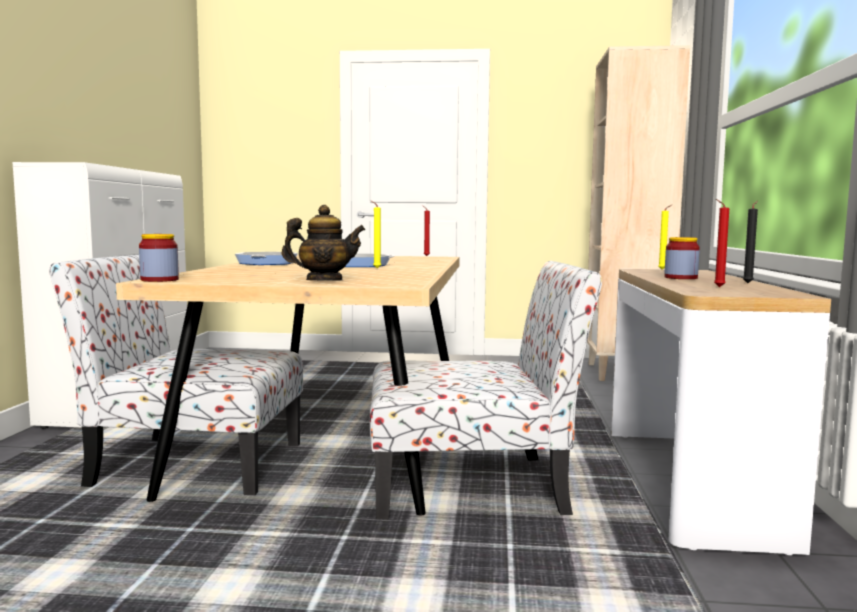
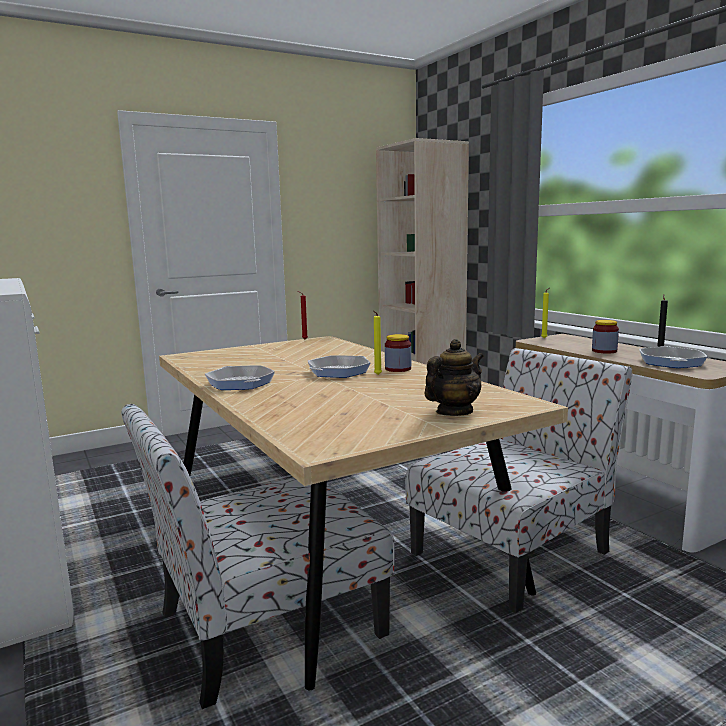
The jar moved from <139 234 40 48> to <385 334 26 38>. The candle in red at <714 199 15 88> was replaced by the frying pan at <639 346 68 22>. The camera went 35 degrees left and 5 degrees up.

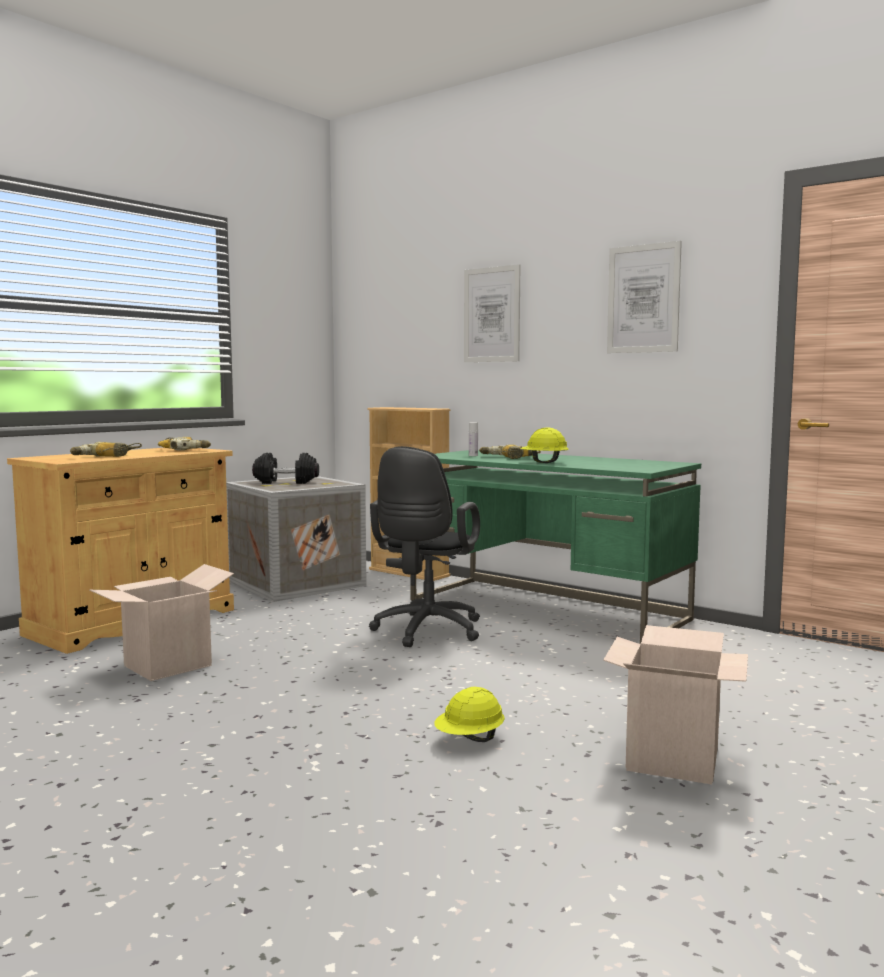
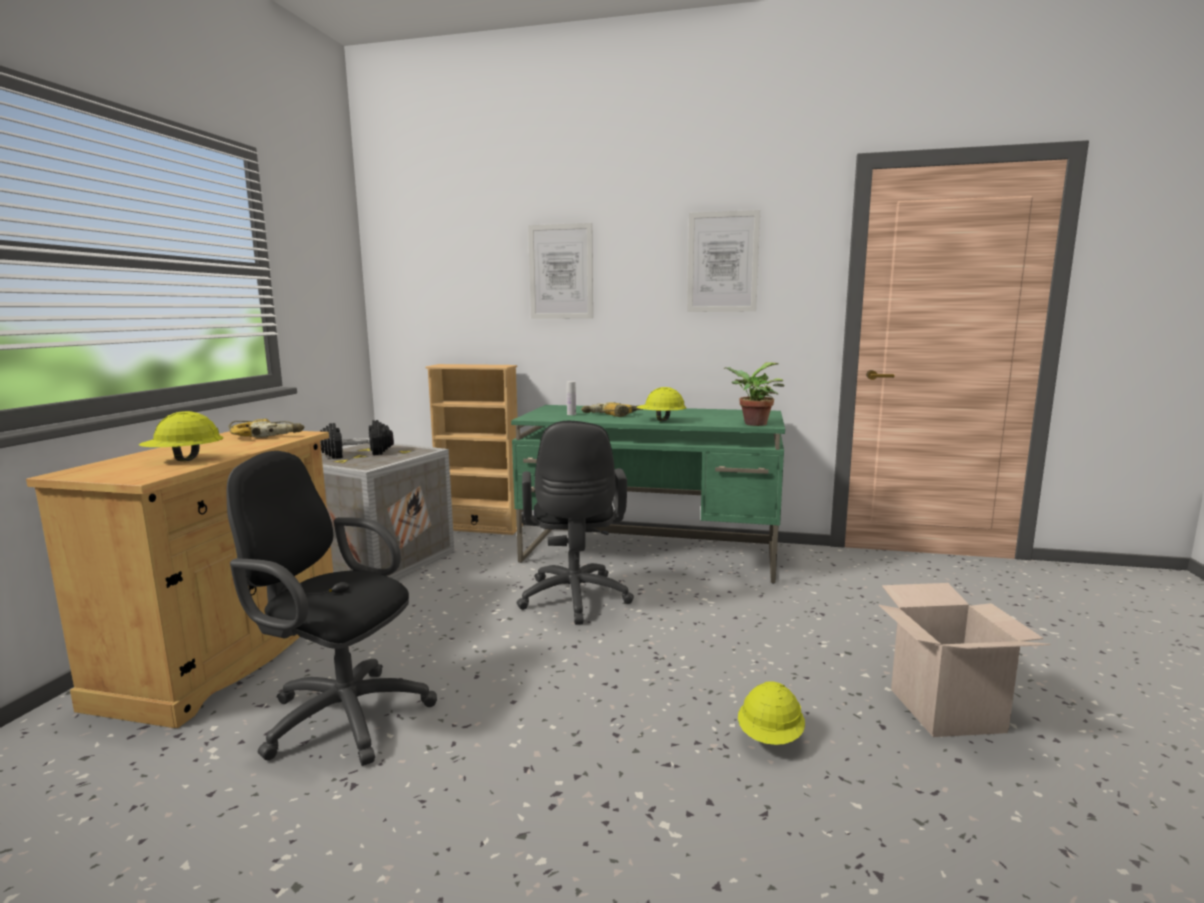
The potted plant at <724 363 61 63> appeared. The power drill at <70 442 72 15> was replaced by the hard hat in yellow at <139 411 84 50>. The cardboard box at <90 564 144 117> was replaced by the office chair in black at <226 451 211 315>. The camera went 25 degrees left and 5 degrees up.

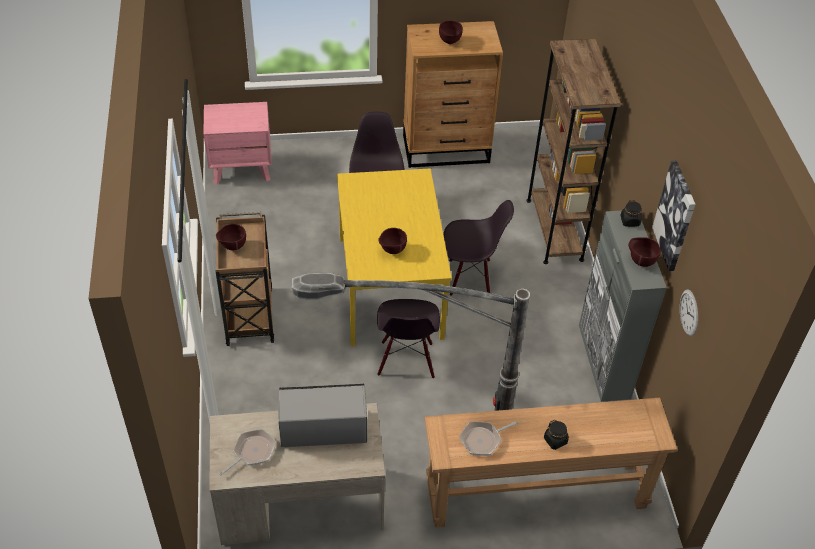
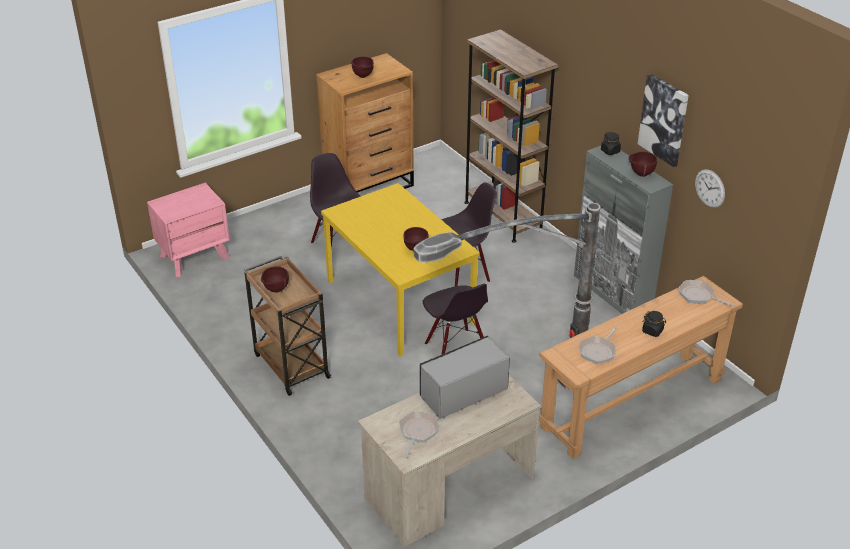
The frying pan at <678 280 55 26> appeared. The camera went 25 degrees left and 10 degrees down.

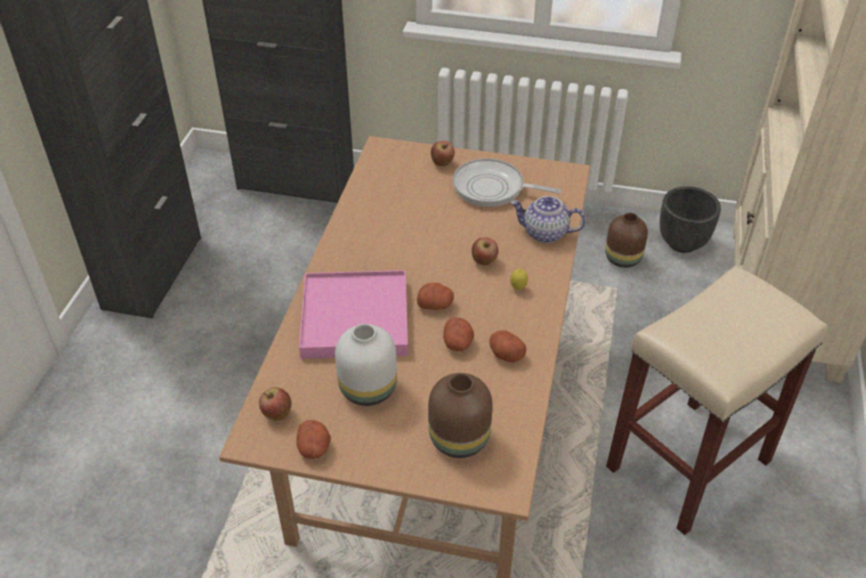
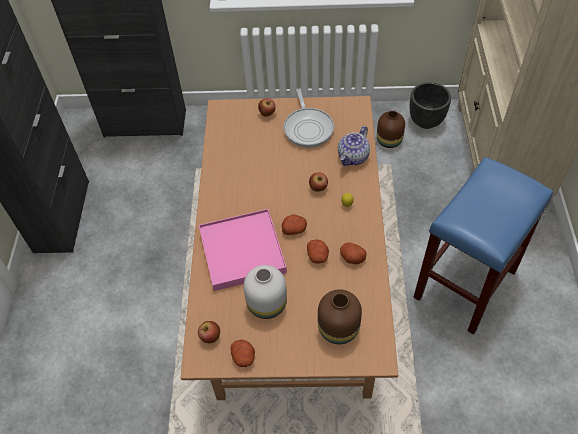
The stool in beige at <606 265 221 270> became the stool in blue at <413 157 140 178>. The frying pan at <453 158 108 49> turned 105 degrees counterclockwise. The teapot at <510 196 76 47> turned 60 degrees counterclockwise. The camera went 10 degrees left and 10 degrees up.

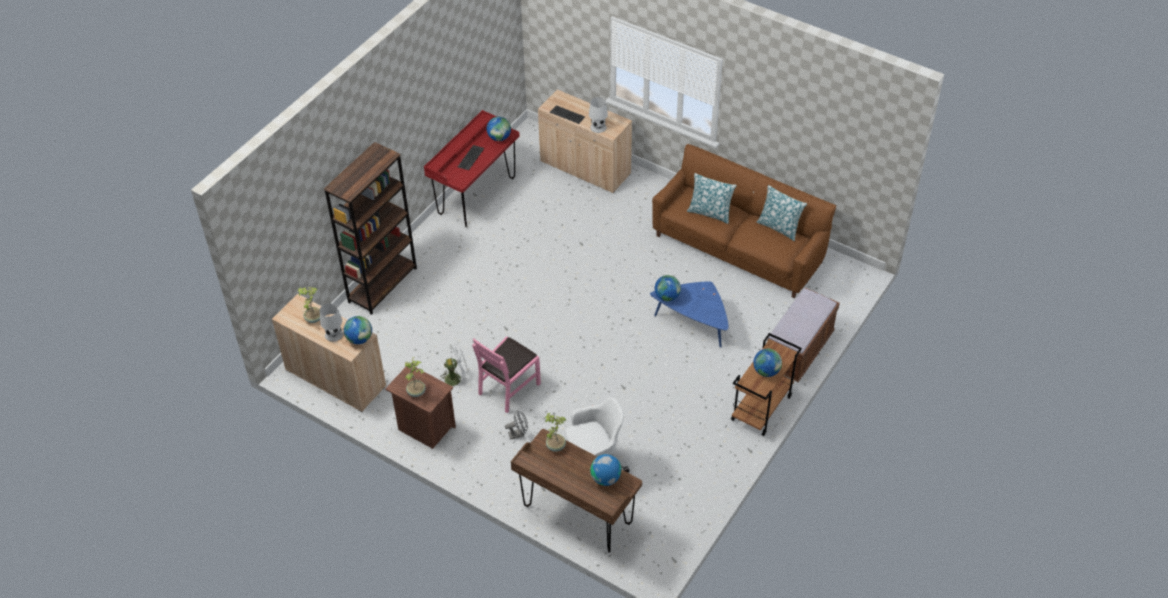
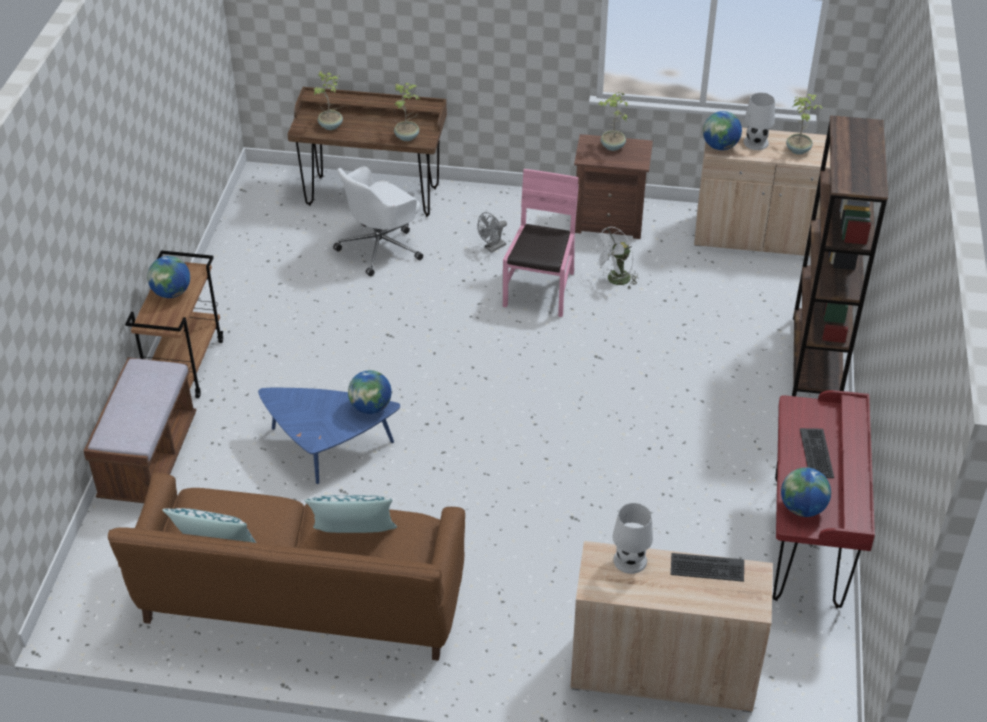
The globe at <590 454 31 32> was replaced by the potted plant at <312 71 31 59>. The camera went 155 degrees right and 5 degrees down.

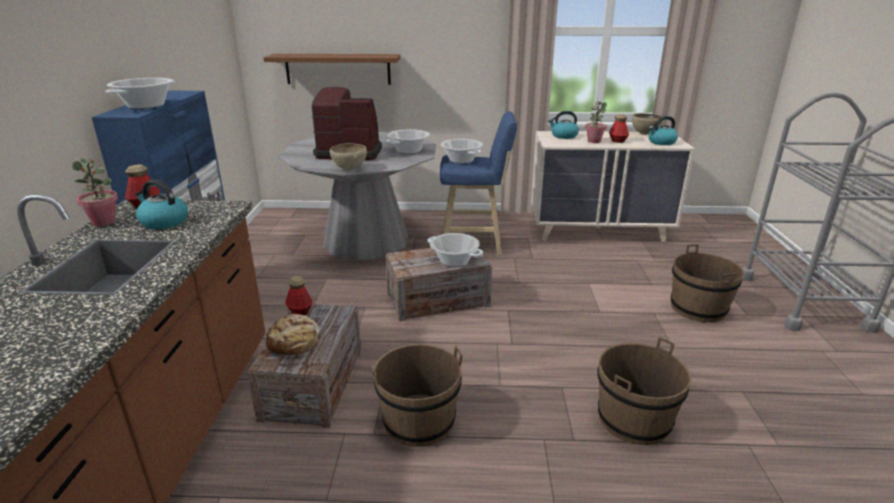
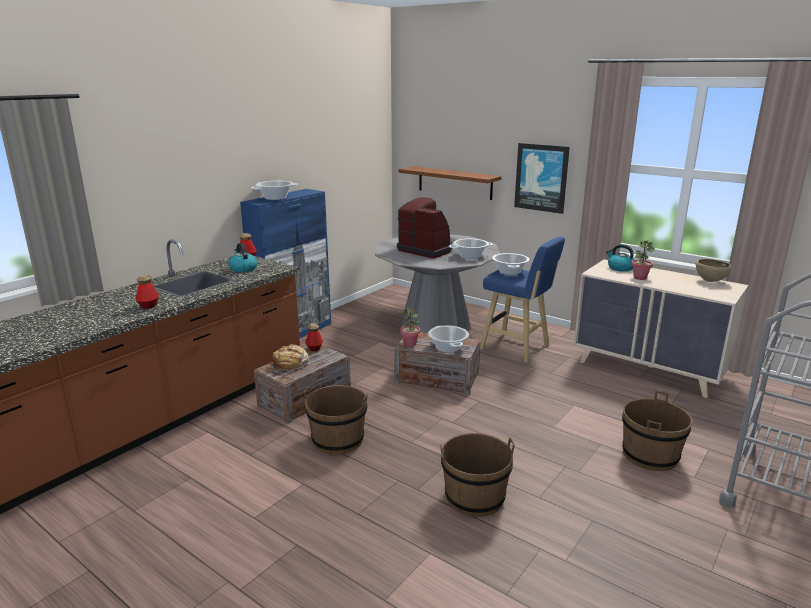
The bowl in brown at <330 143 37 27> disappeared. The kettle at <649 116 29 29> disappeared. The picture at <514 143 56 71> appeared. The potted plant moved from <72 158 46 68> to <400 308 20 39>. The bottle moved from <609 114 20 29> to <136 275 23 34>. The camera went 35 degrees right and 5 degrees down.

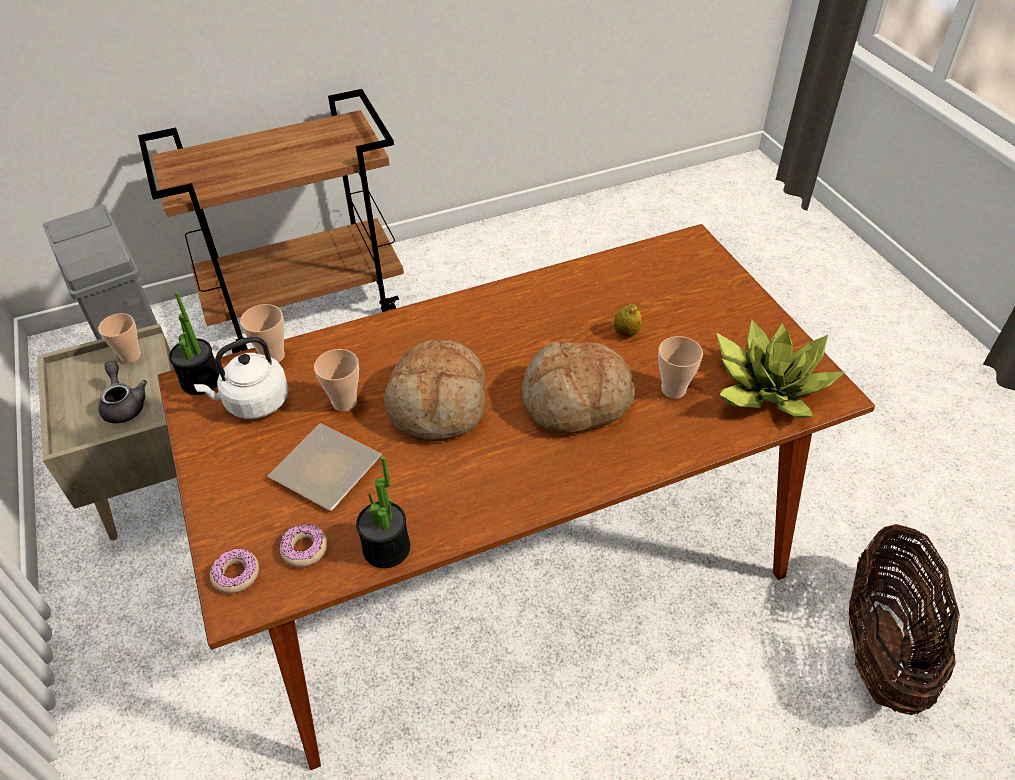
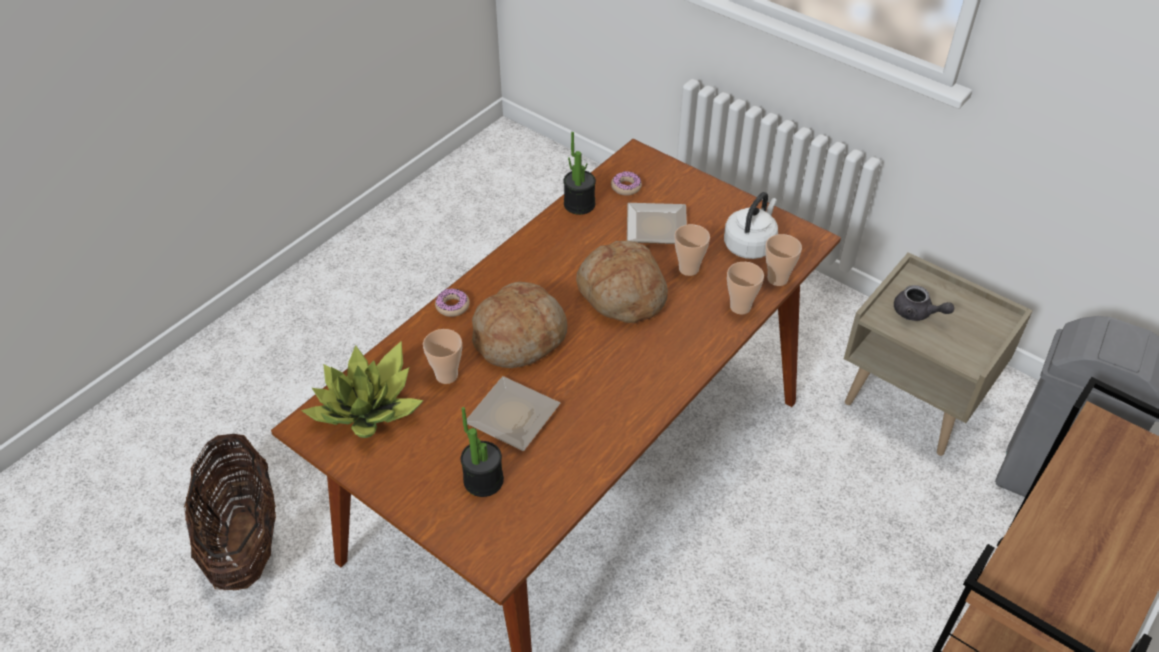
The cup moved from <98 313 43 50> to <727 262 37 52>. The potted plant moved from <169 291 51 104> to <461 407 43 90>. The donut moved from <210 548 49 46> to <435 288 35 29>. The lemon at <614 304 28 33> was replaced by the plate at <467 376 94 75>. The camera went 150 degrees right and 0 degrees up.

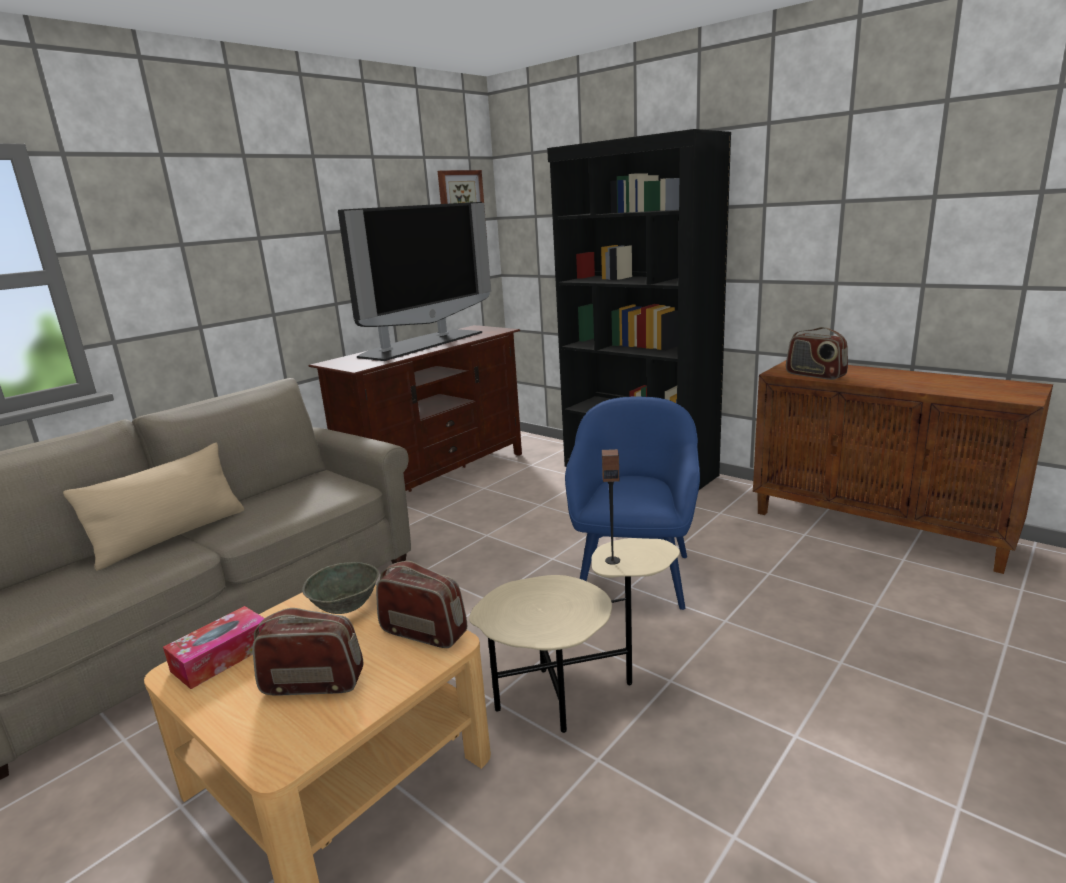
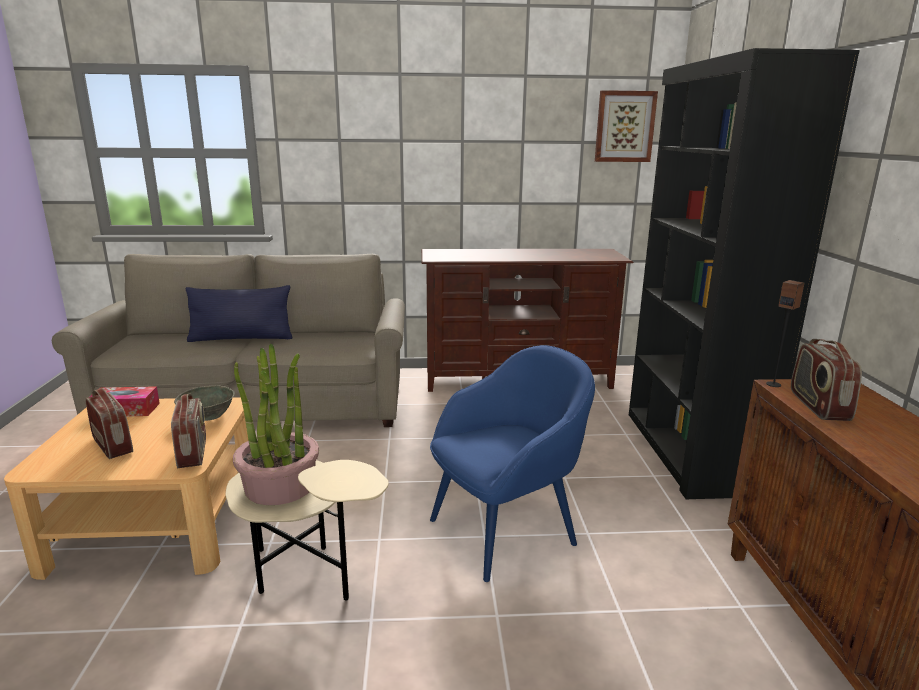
The television at <338 202 153 159> disappeared. The potted plant at <233 344 86 161> appeared. The speaker moved from <602 449 18 116> to <766 280 38 107>. The pillow in beige at <63 443 181 128> became the pillow in blue at <186 285 106 57>. The camera went 45 degrees right and 0 degrees up.

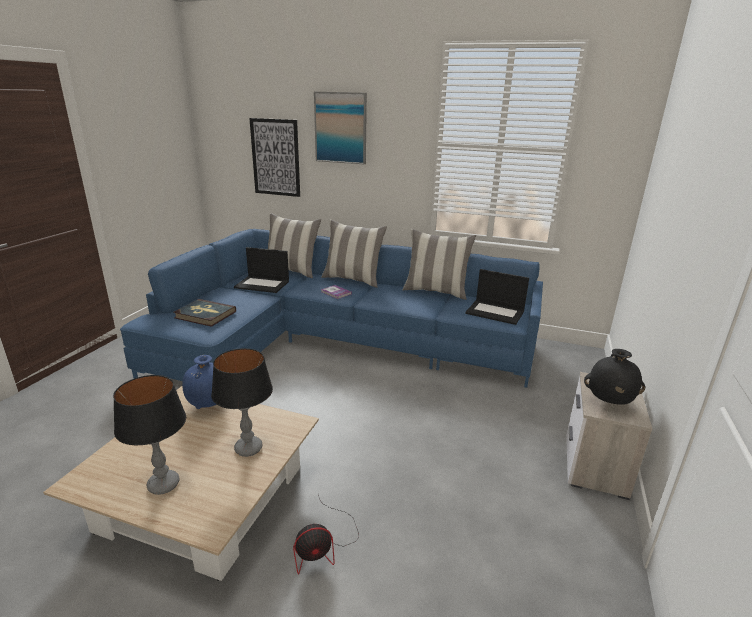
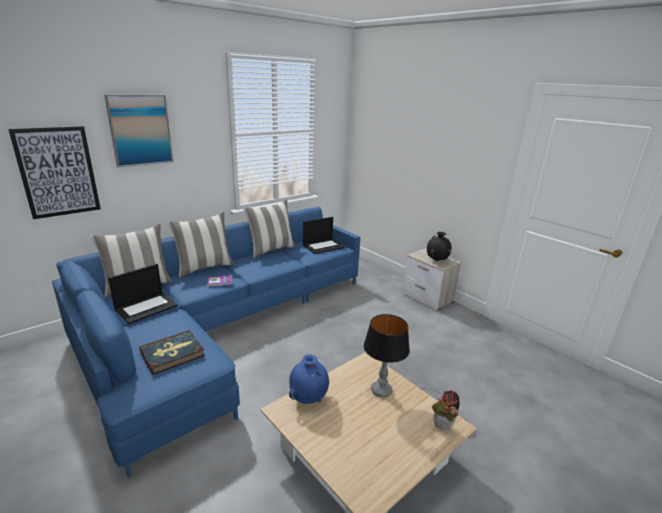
The table lamp at <113 375 73 120> disappeared. The potted plant at <432 391 27 38> appeared. The camera went 60 degrees left and 0 degrees up.

